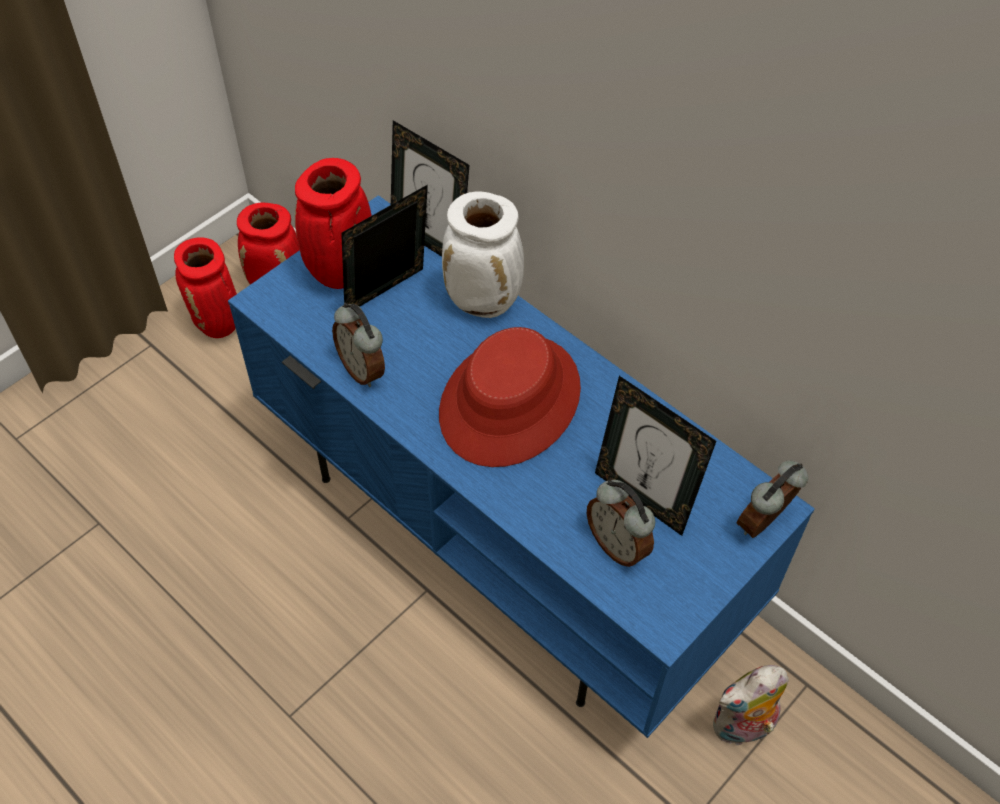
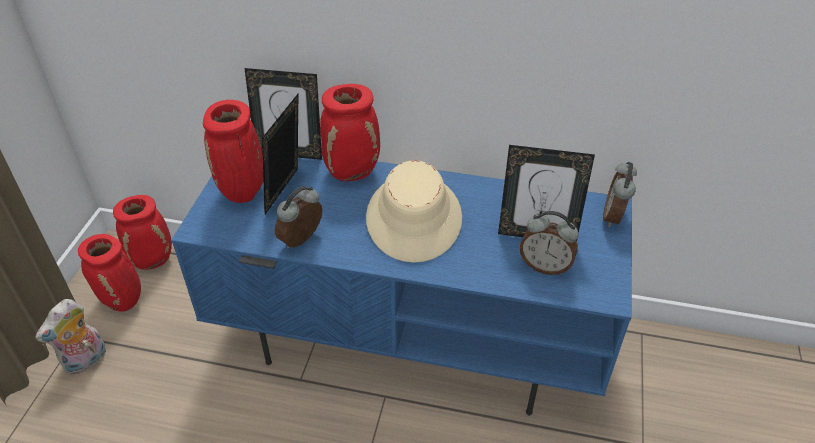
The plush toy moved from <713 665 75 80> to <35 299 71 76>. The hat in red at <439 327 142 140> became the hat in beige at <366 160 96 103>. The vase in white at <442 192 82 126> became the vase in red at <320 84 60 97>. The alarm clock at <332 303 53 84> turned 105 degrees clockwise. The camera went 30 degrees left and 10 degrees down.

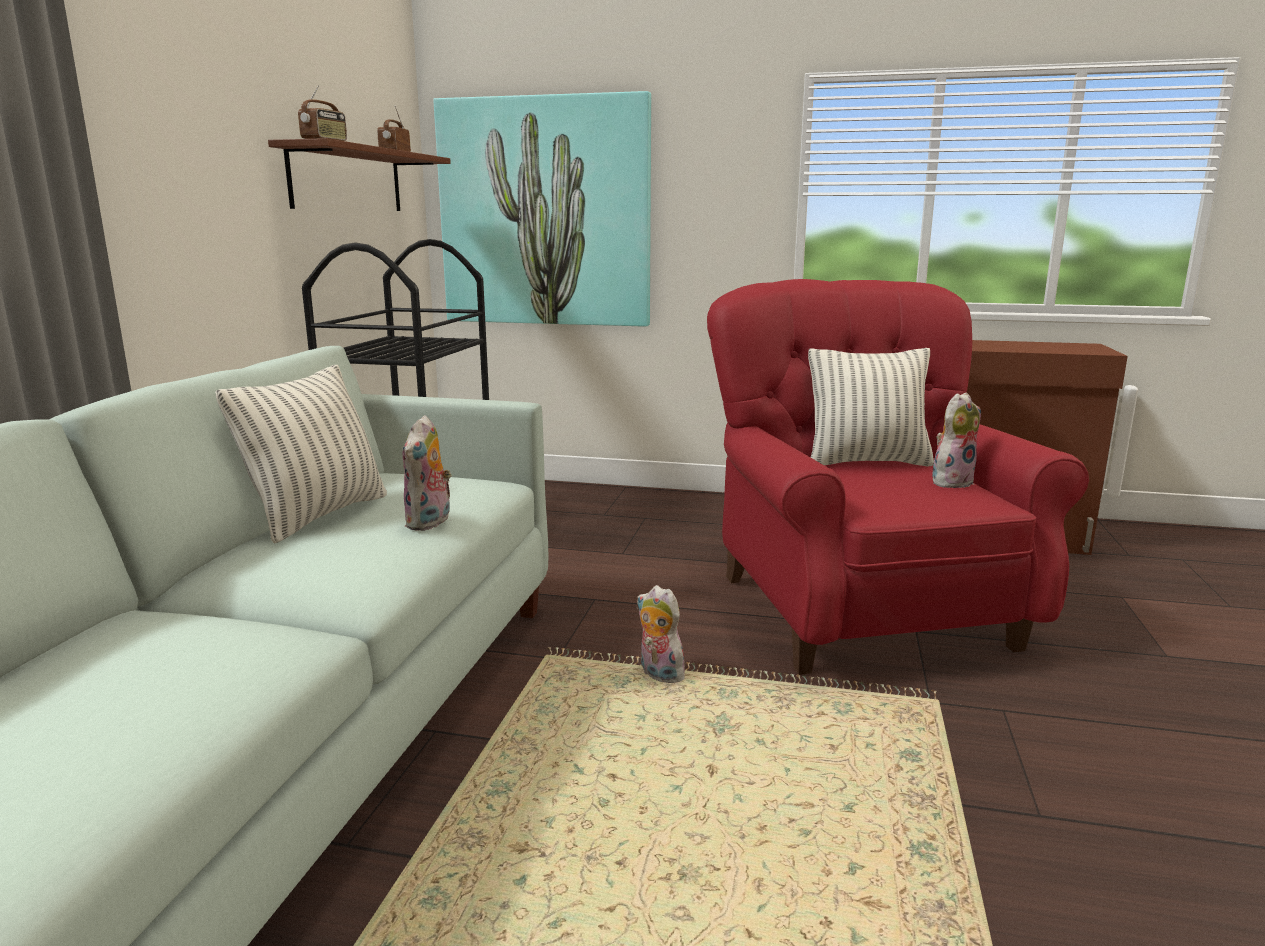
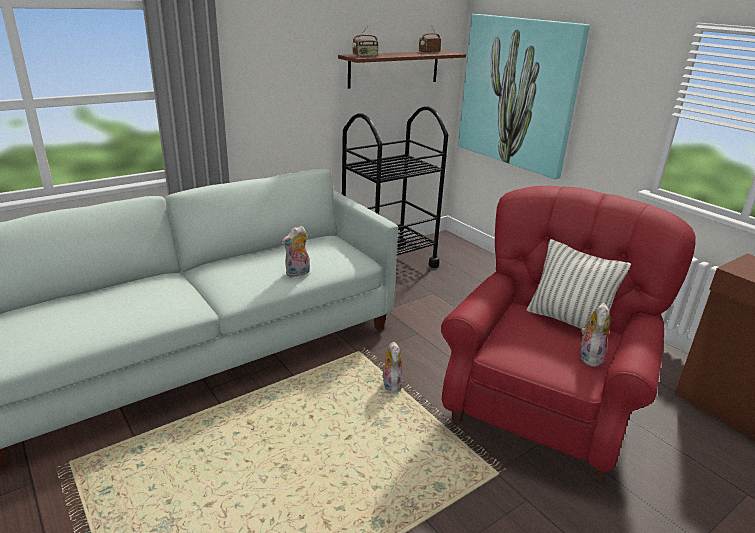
The pillow at <215 365 172 179> disappeared. The plush toy at <932 393 49 95> turned 75 degrees counterclockwise. The camera went 40 degrees right and 10 degrees up.

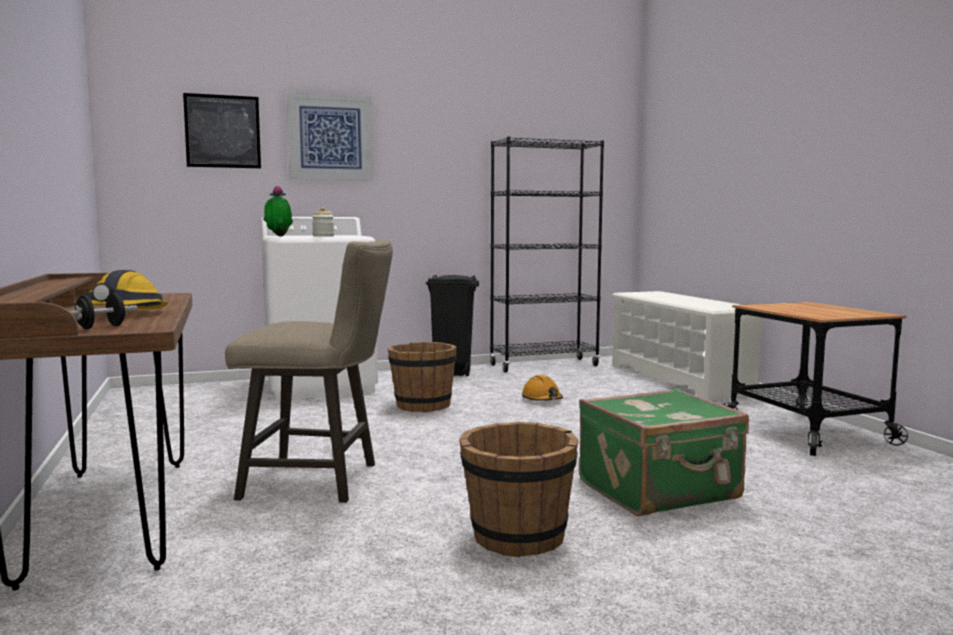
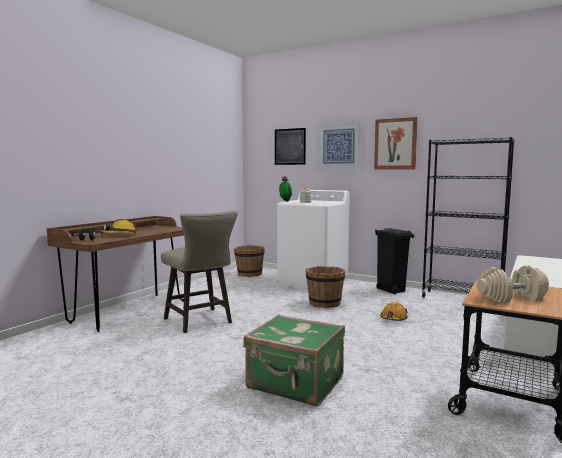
The picture at <374 117 44 53> appeared. The dumbbell in beige at <477 265 72 38> appeared. The bucket in brown moved from <459 422 119 135> to <234 246 30 31>. The camera went 50 degrees right and 0 degrees up.

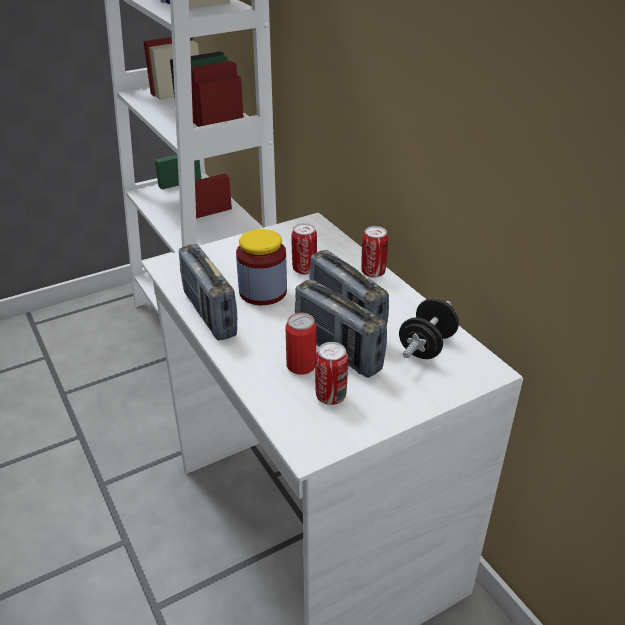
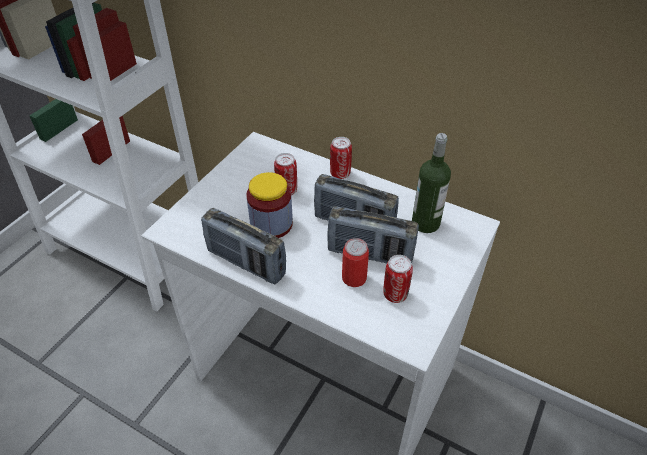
The dumbbell in black at <399 298 60 61> was replaced by the bottle at <412 133 39 100>. The camera went 30 degrees left and 10 degrees up.

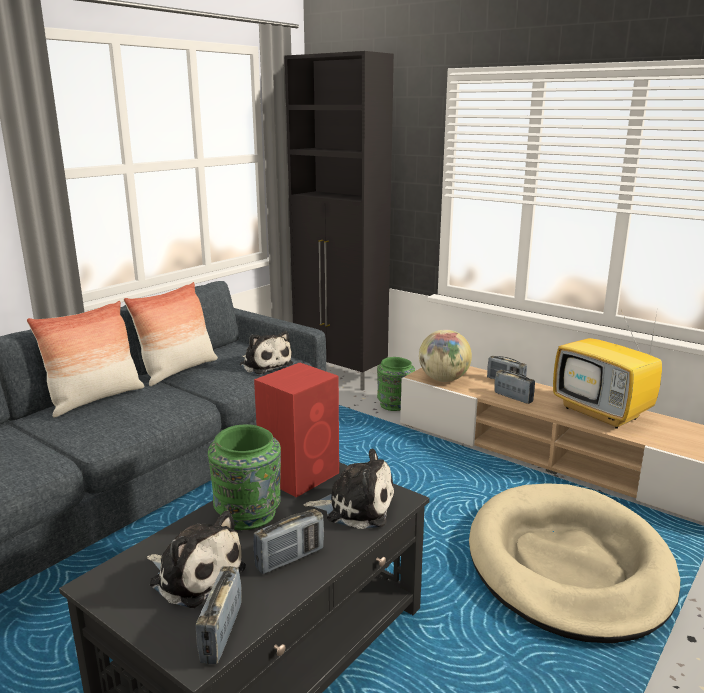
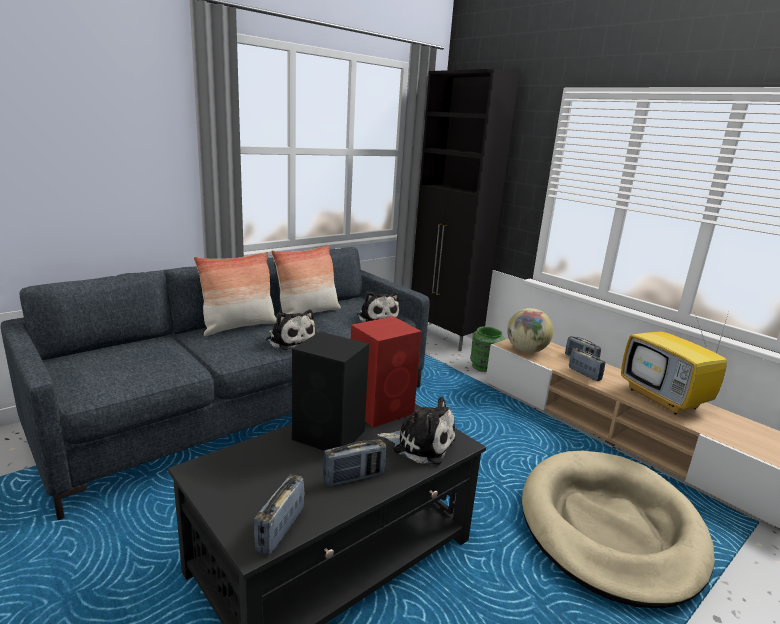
The plush toy moved from <147 511 99 97> to <266 309 50 41>. The vase in green at <208 424 73 106> was replaced by the speaker in black at <292 332 77 119>. The camera went 10 degrees right and 0 degrees up.

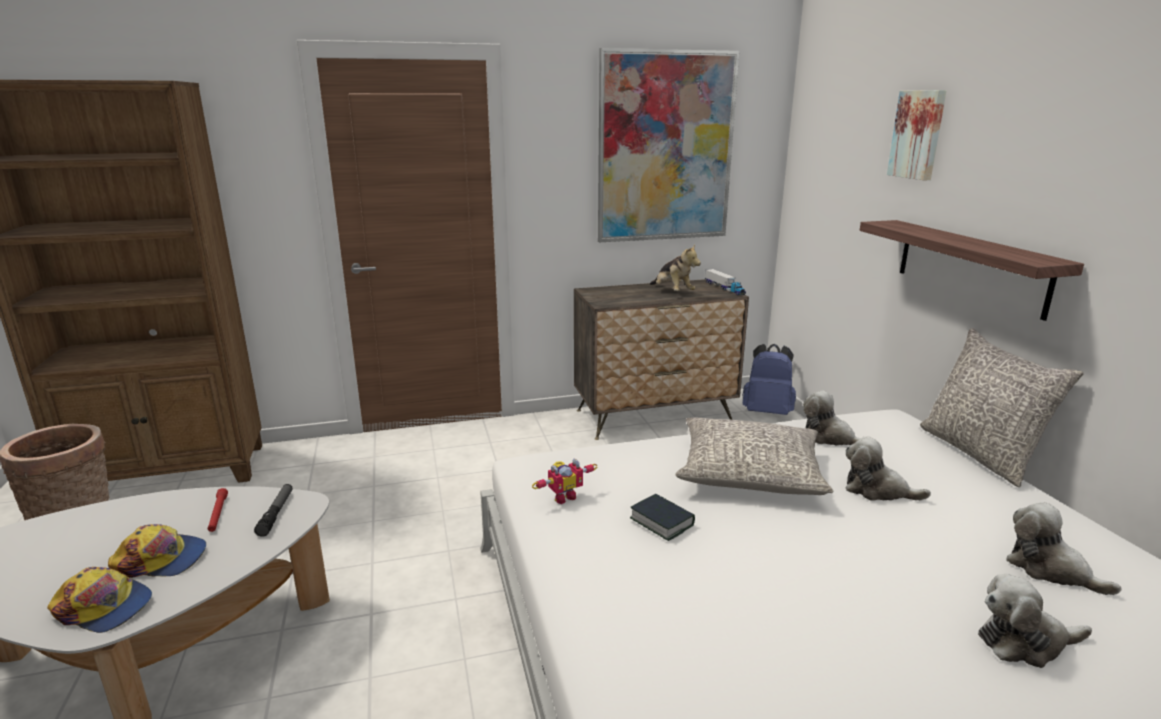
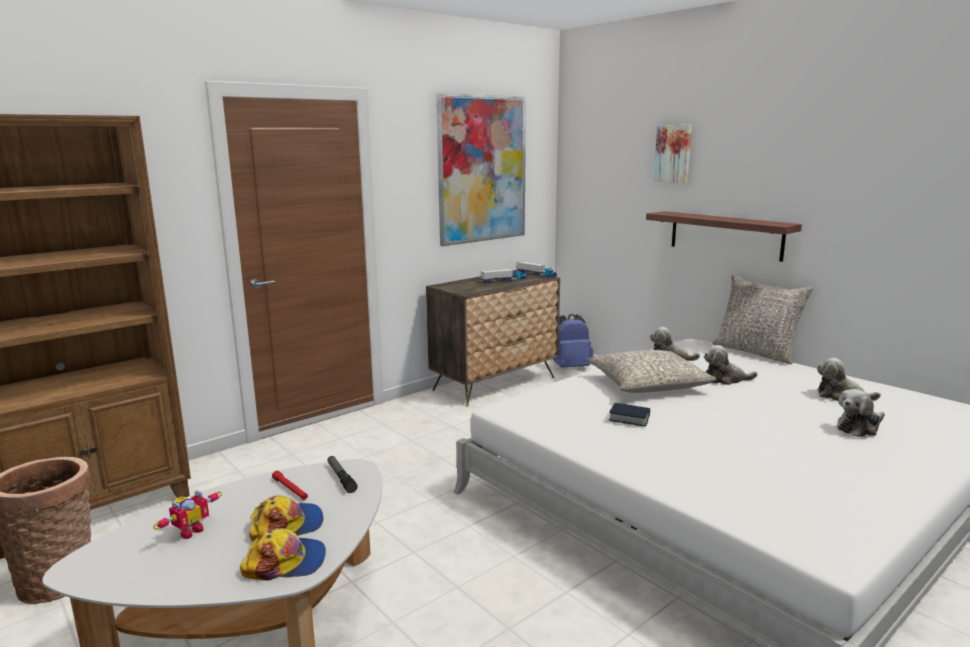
The toy robot moved from <532 459 65 45> to <153 490 69 49>. The plush toy at <650 244 51 47> was replaced by the toy truck at <481 269 46 14>. The camera went 25 degrees left and 5 degrees down.

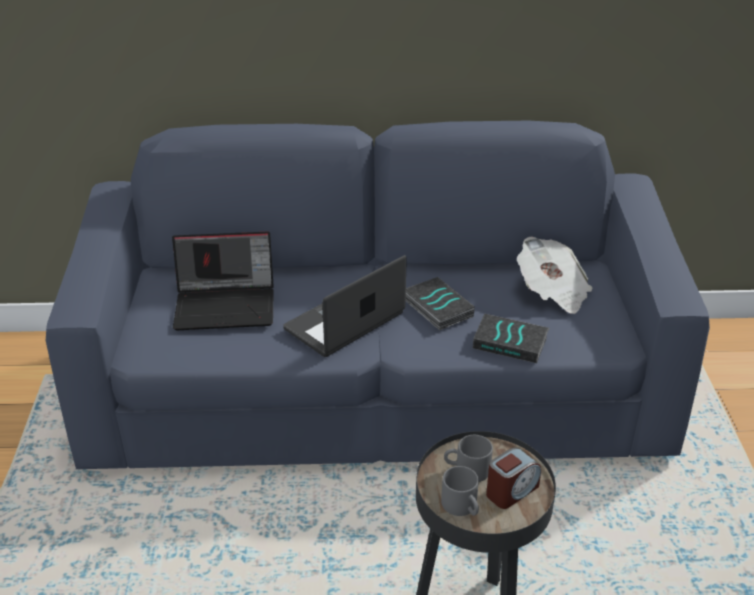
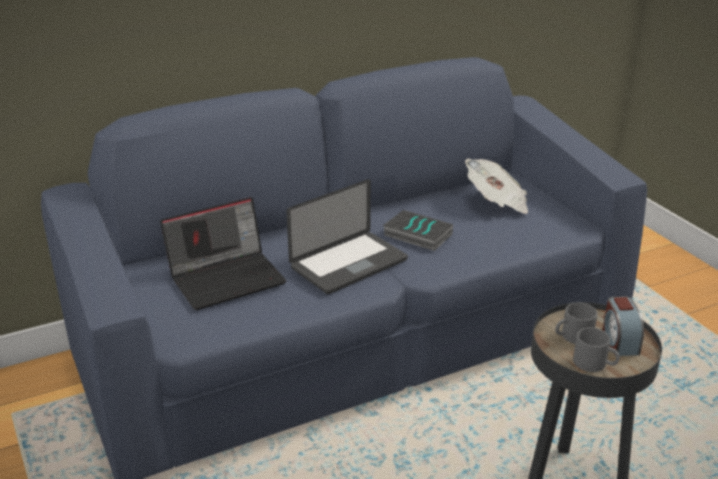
The book at <473 314 76 49> disappeared. The laptop at <283 255 124 102> turned 150 degrees counterclockwise. The alarm clock at <486 448 55 61> turned 150 degrees clockwise. The camera went 25 degrees left and 5 degrees down.

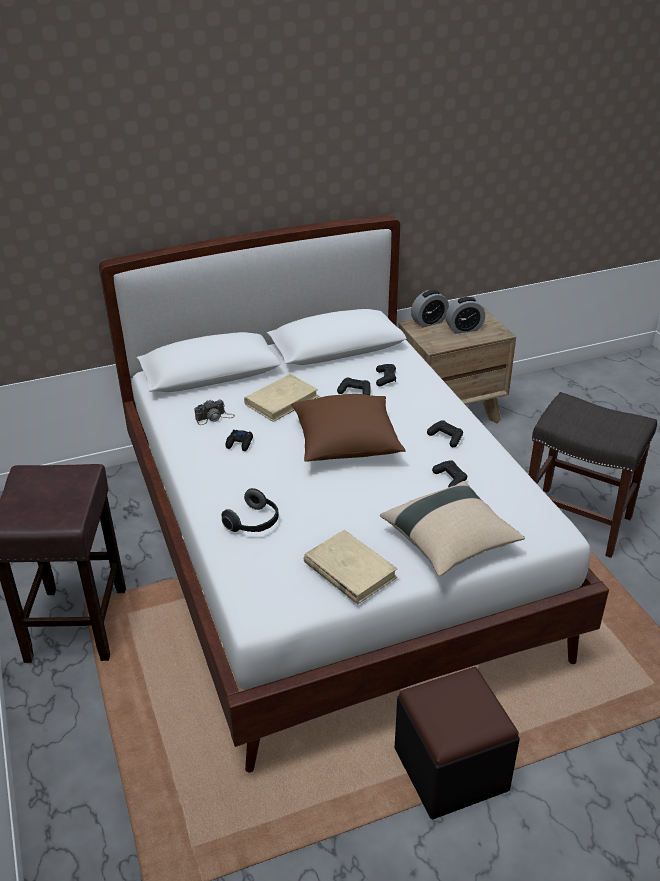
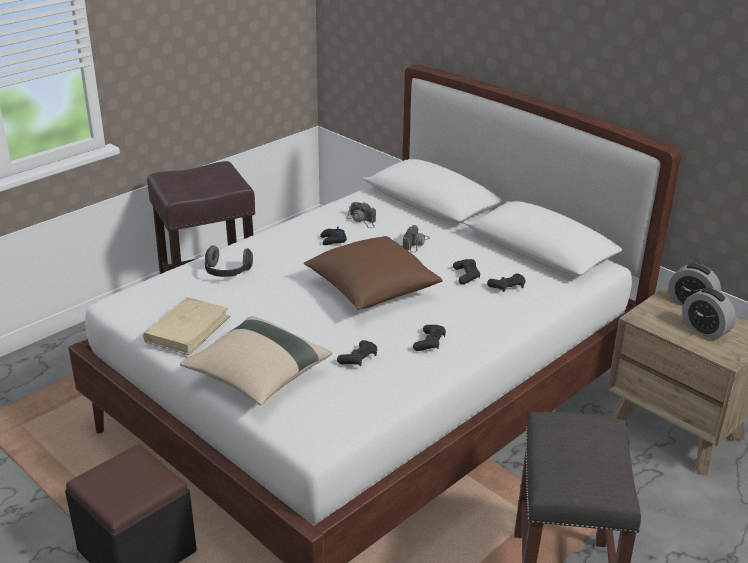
The book in beige at <244 374 76 48> was replaced by the photo camera at <403 225 27 28>. The camera went 65 degrees right and 5 degrees down.

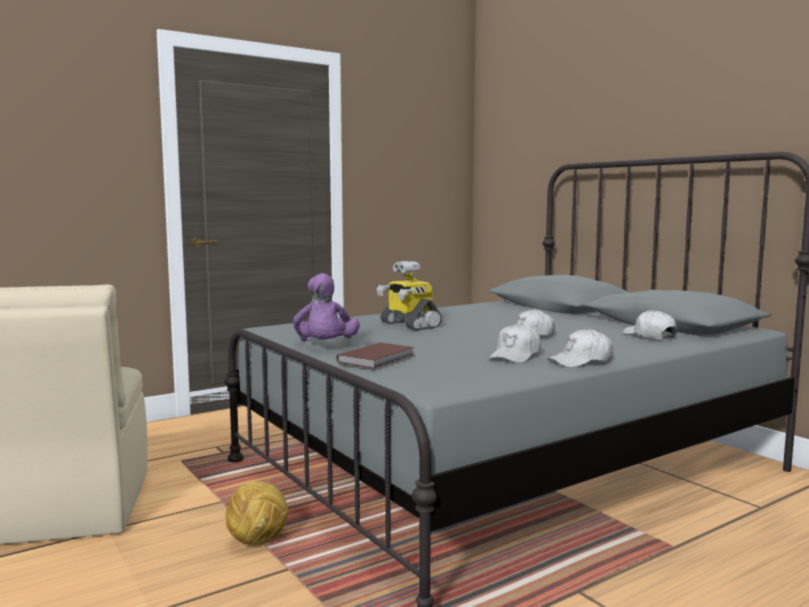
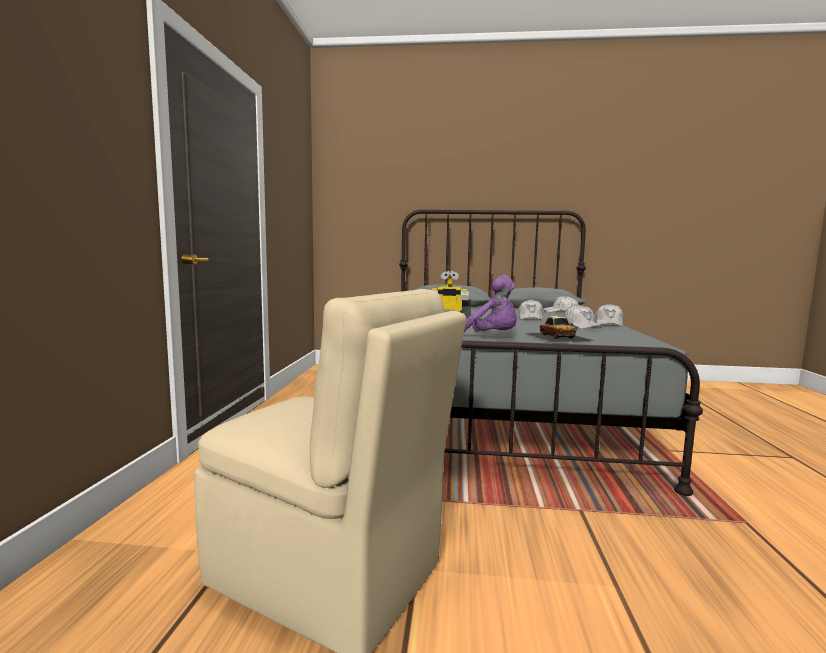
The football at <225 482 63 63> disappeared. The book in brown at <336 342 79 27> was replaced by the toy car at <526 316 68 26>. The camera went 50 degrees left and 0 degrees up.

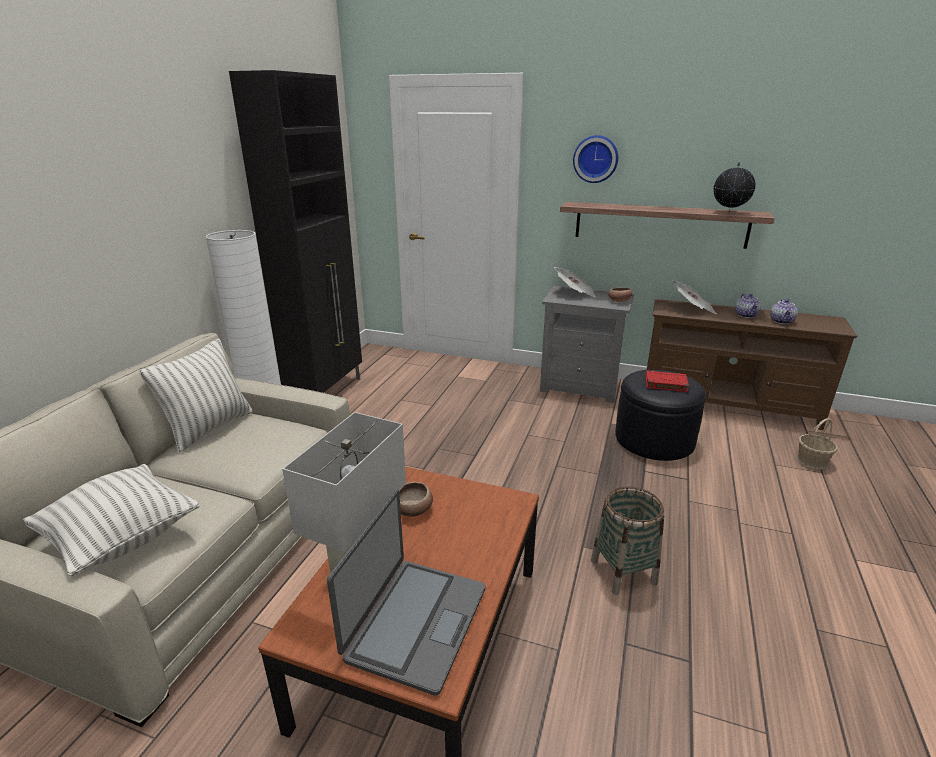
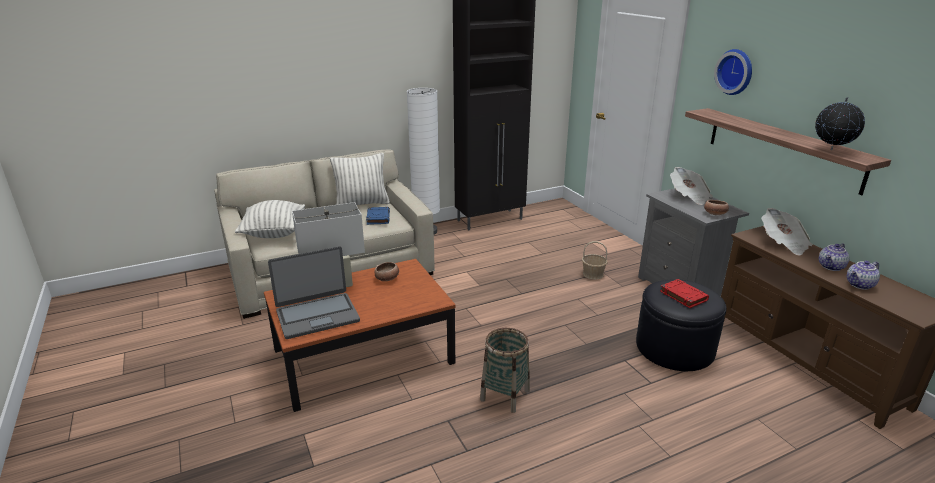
The book in blue at <366 207 24 18> appeared. The basket moved from <797 418 41 52> to <582 241 26 39>. The camera went 45 degrees right and 0 degrees up.

